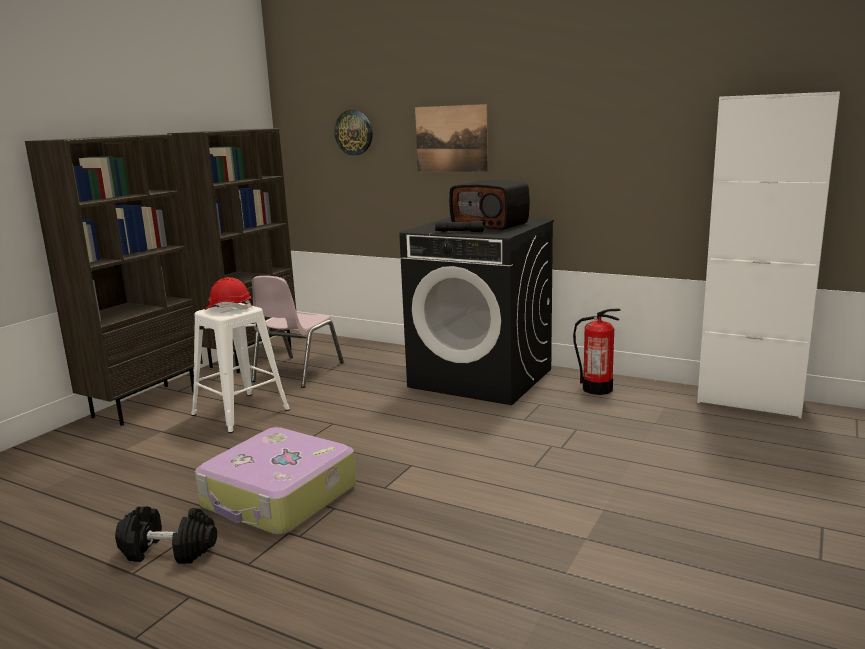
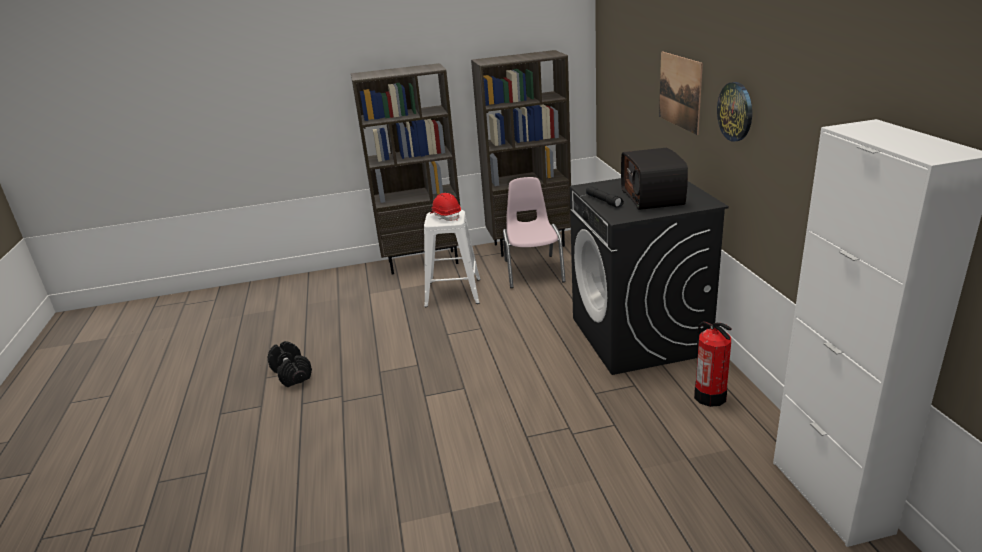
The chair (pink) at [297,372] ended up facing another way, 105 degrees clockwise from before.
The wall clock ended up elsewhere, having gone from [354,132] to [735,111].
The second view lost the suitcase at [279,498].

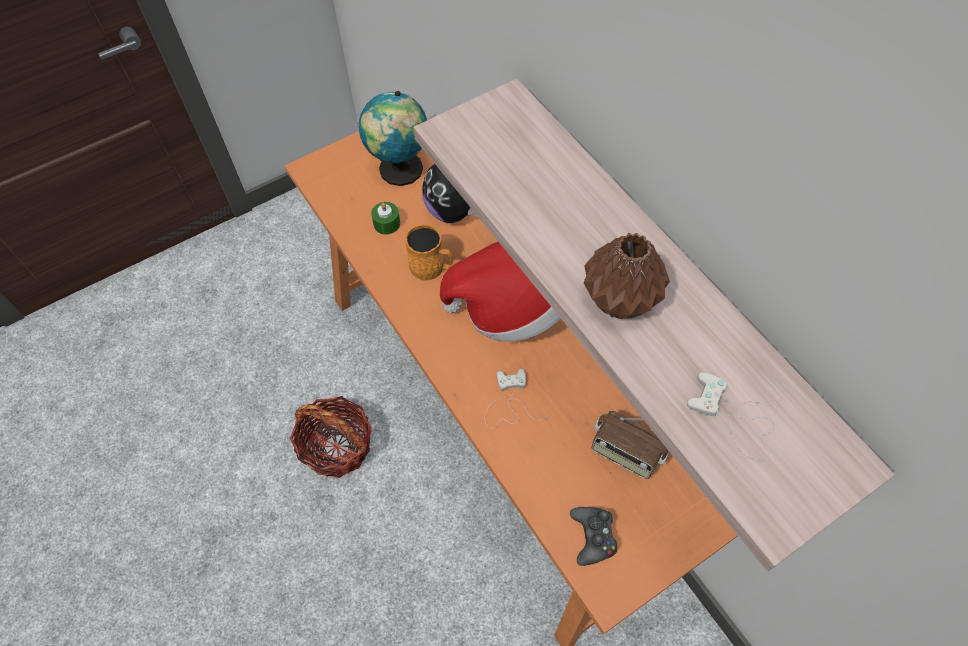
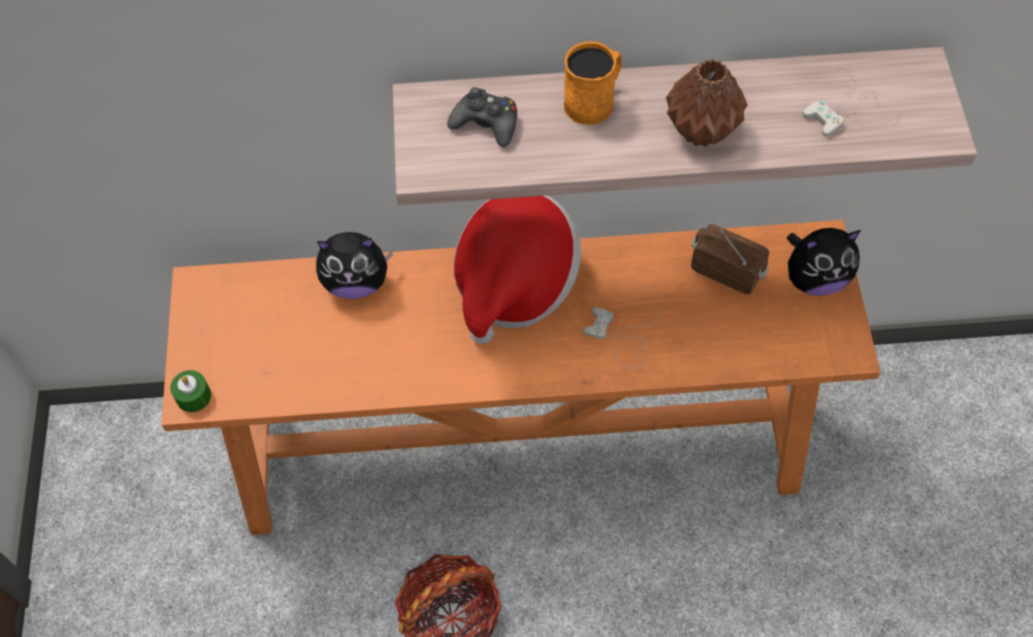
The candle (green) ended up elsewhere, having gone from [387,223] to [193,396].
The game controller (black) ended up elsewhere, having gone from [593,537] to [486,123].
The mug (orange) ended up elsewhere, having gone from [431,267] to [594,101].
The radio at [624,453] ended up facing another way, 120 degrees counterclockwise from before.
The second view gained the plush toy at [815,279].
The second view lost the globe at [399,171].

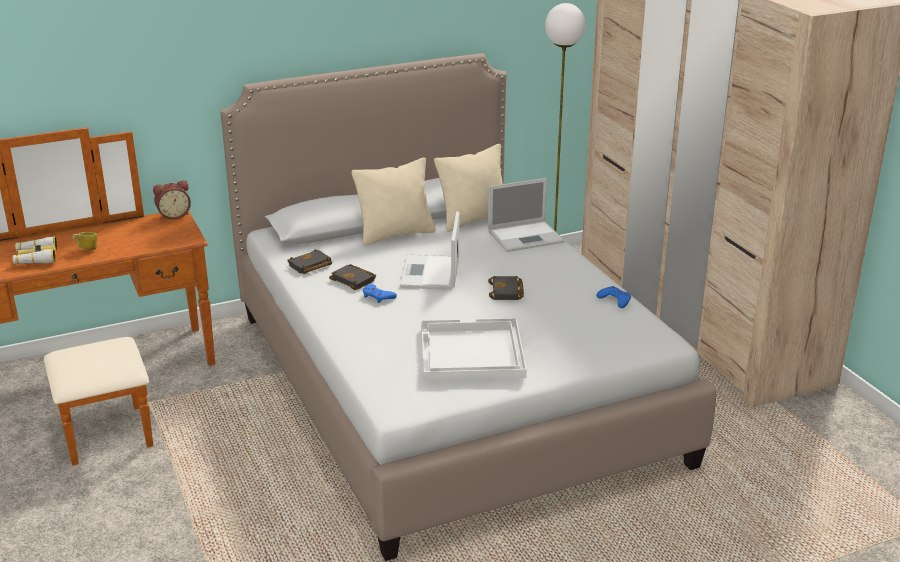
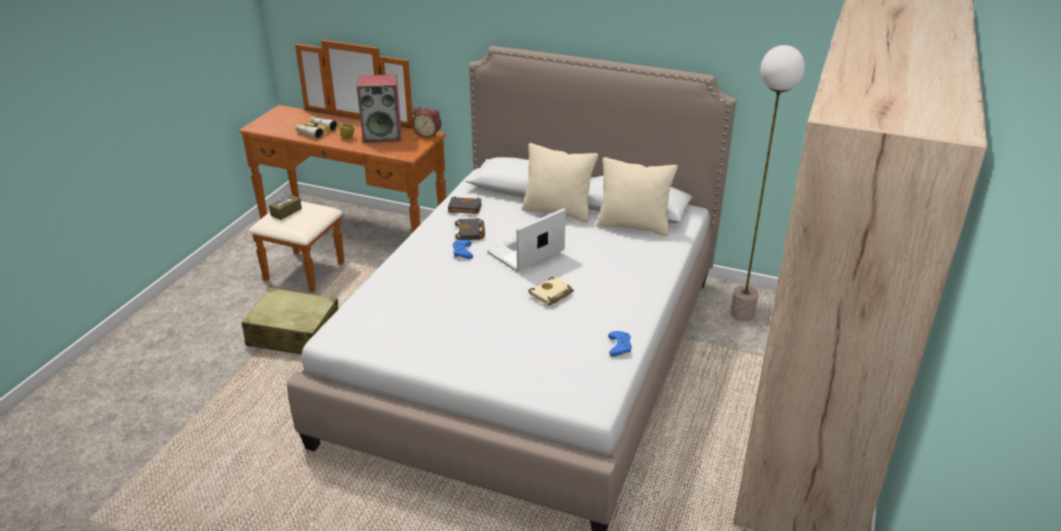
The second view gained the suitcase (beige) at [294,334].
The second view gained the tissue box (brown) at [286,212].
The second view gained the speaker at [383,135].
What was the book (black) at [507,292] turned into the book (beige) at [551,295].
The second view lost the tray (white) at [470,352].
The second view lost the laptop at [527,236].

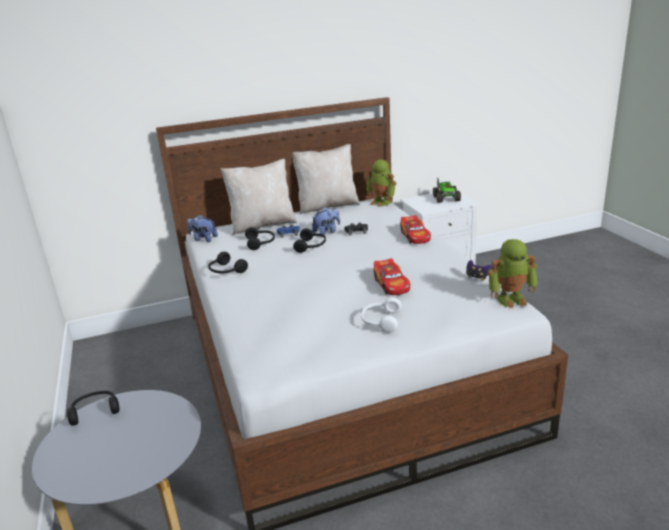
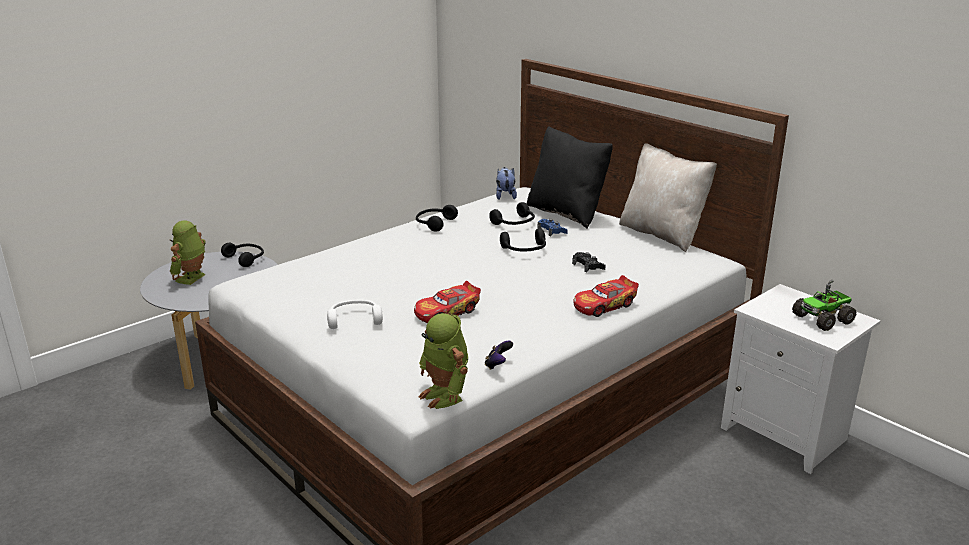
The toy robot ended up elsewhere, having gone from [382,202] to [192,279].
What was the pillow (beige) at [262,225] turned into the pillow (black) at [566,213].
The second view lost the plush toy at [327,232].

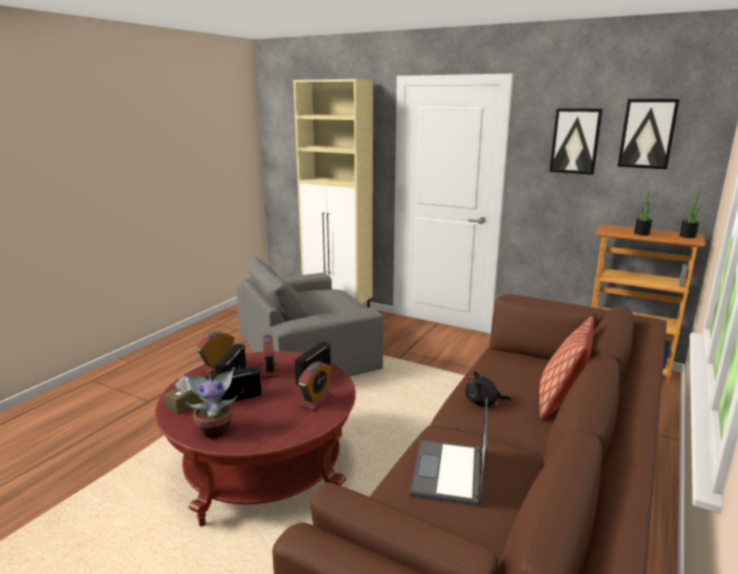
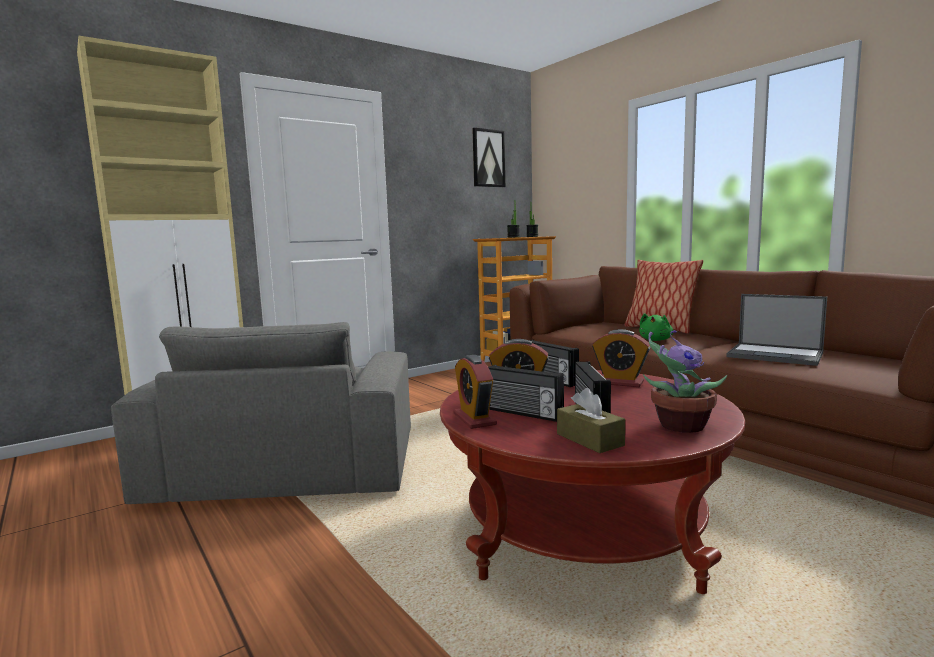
The alarm clock at [316,401] ended up facing another way, 150 degrees clockwise from before.
What was the plush toy (black) at [483,403] turned into the plush toy (green) at [656,340].
The second view lost the picture at [575,141].

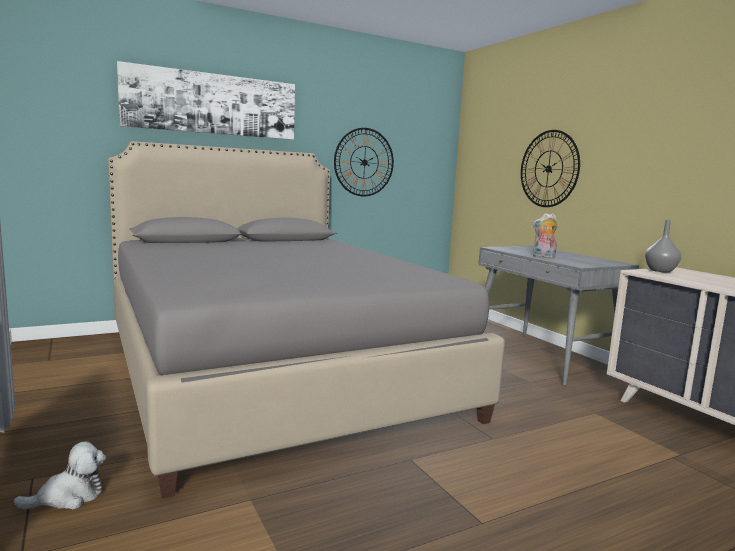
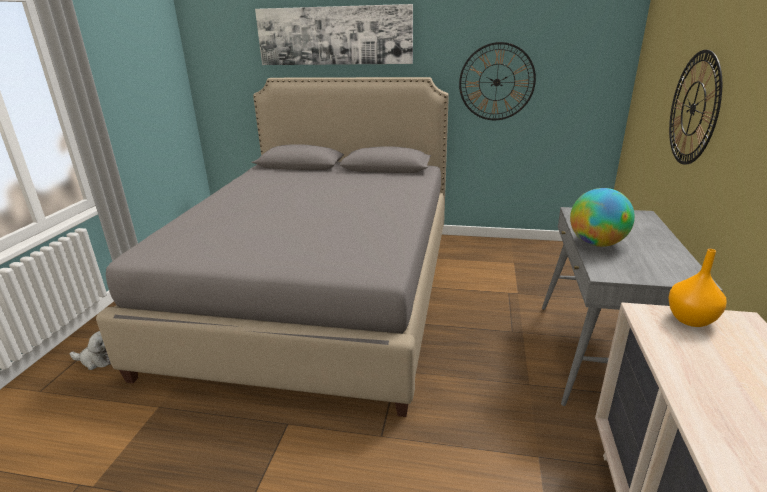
Where the plush toy stood at [543,257], the globe came to stand at [596,243].
What was the vase (grey) at [661,271] turned into the vase (orange) at [690,320].

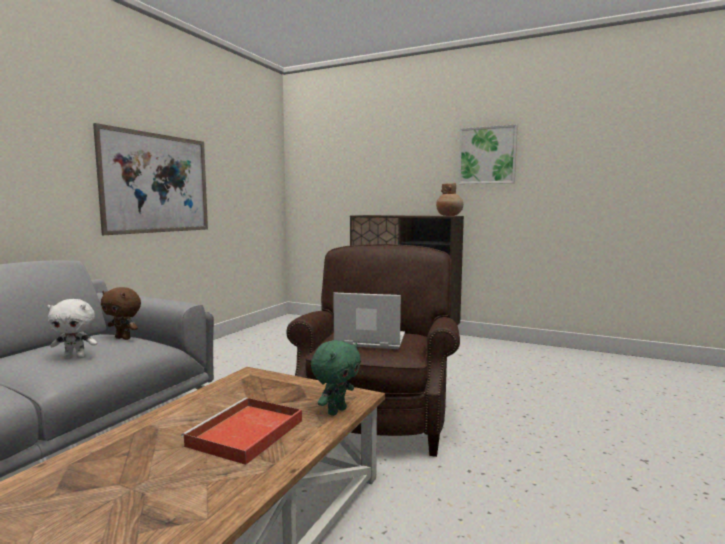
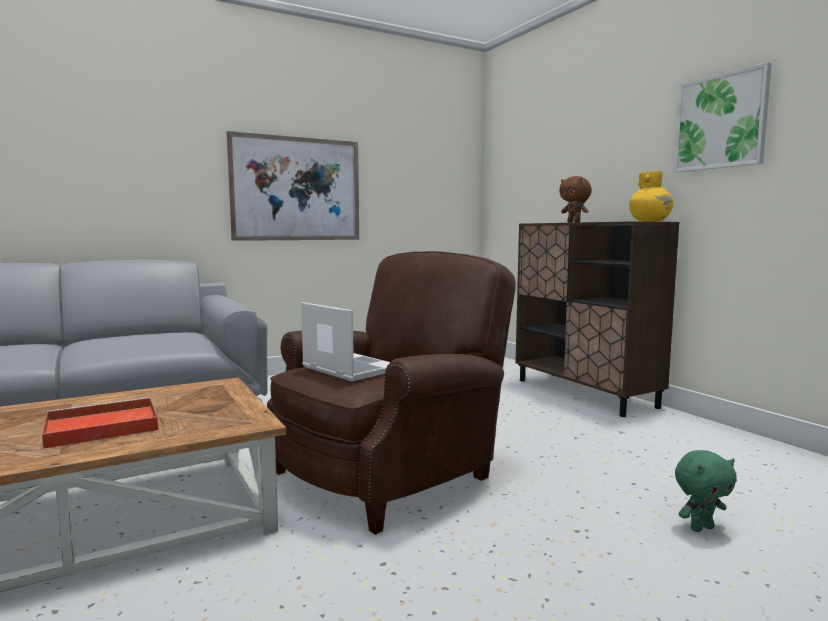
The plush toy (brown) ended up elsewhere, having gone from [124,338] to [574,222].
What was the vase (brown) at [449,215] turned into the vase (yellow) at [650,221].
The plush toy (green) ended up elsewhere, having gone from [336,411] to [701,528].
The second view lost the plush toy (white) at [75,357].

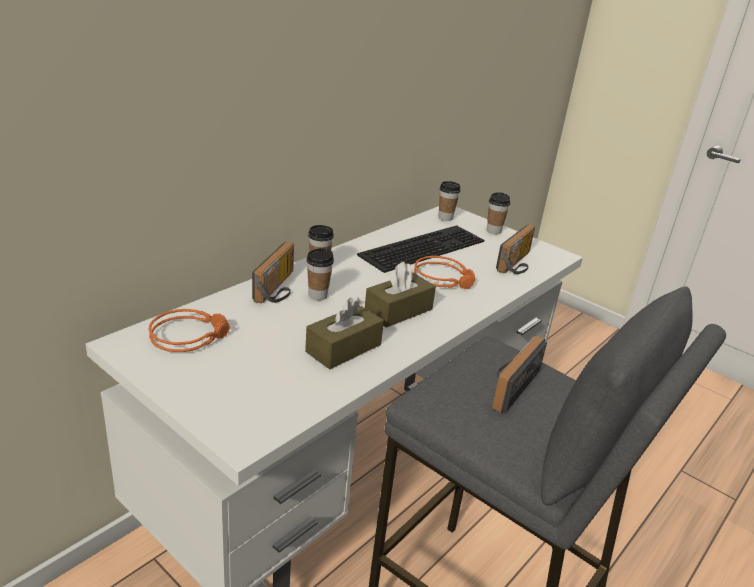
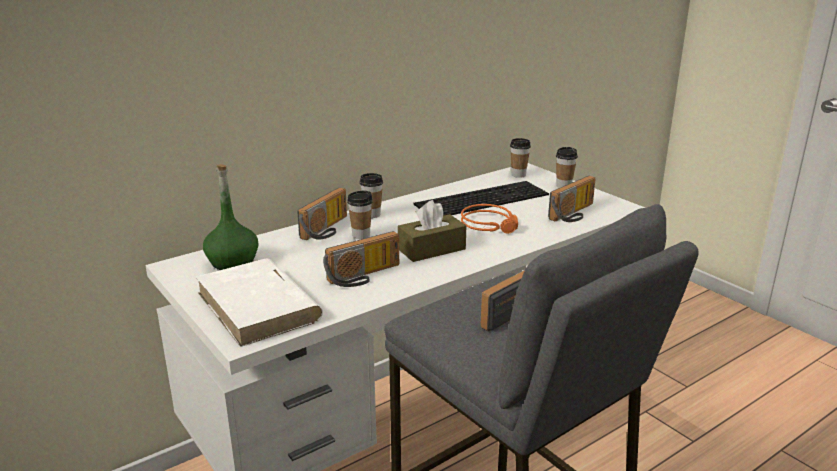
The second view gained the book (white) at [259,306].
Where the headphones (orange) stood at [189,335], the bottle (green) came to stand at [233,262].
Where the tissue box (brown) stood at [343,348], the radio came to stand at [365,276].

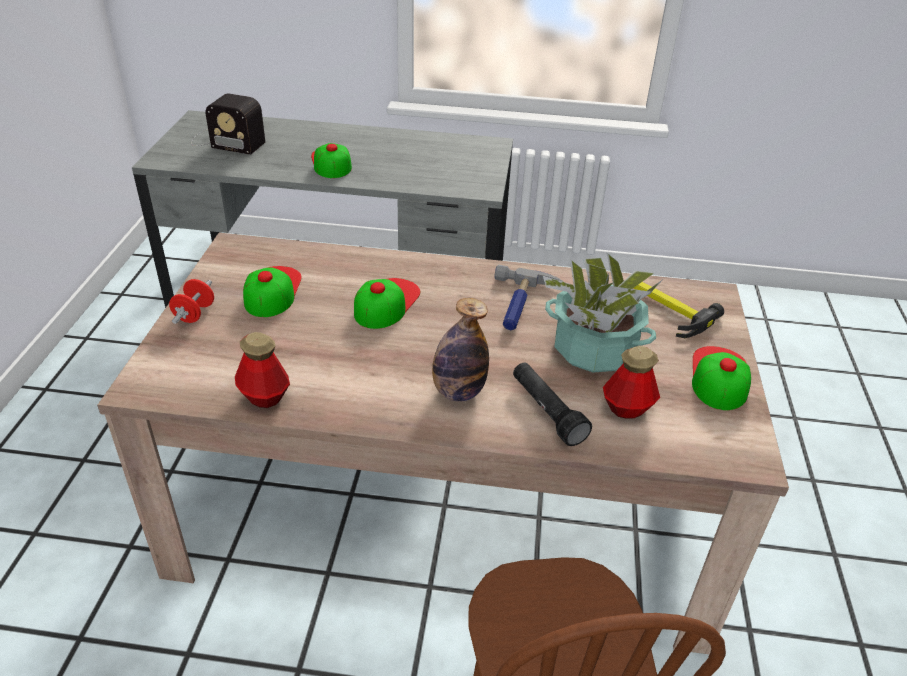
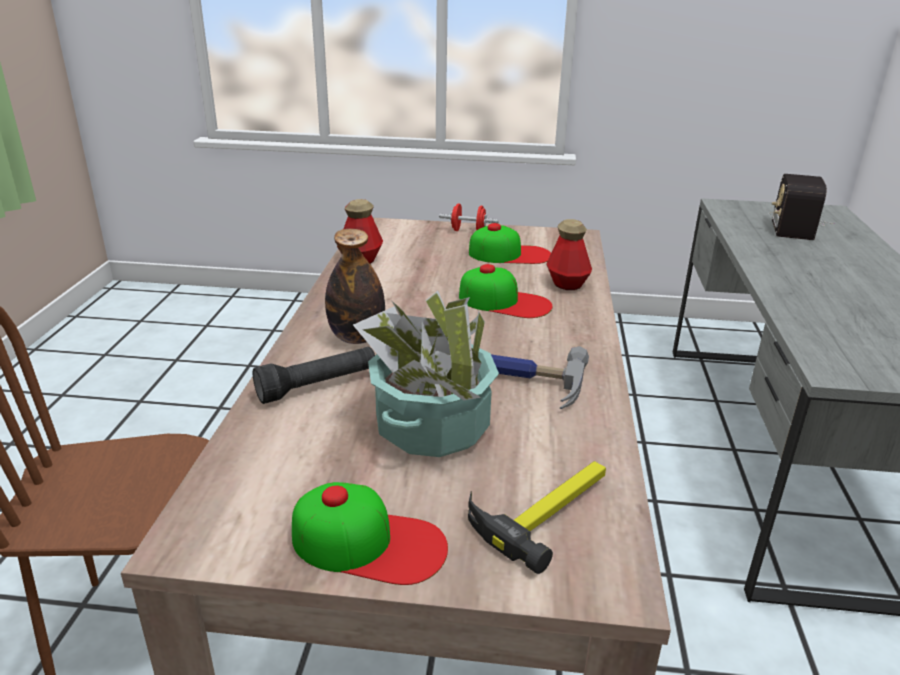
The bottle ended up elsewhere, having gone from [627,408] to [567,284].
The second view lost the cap at [331,162].

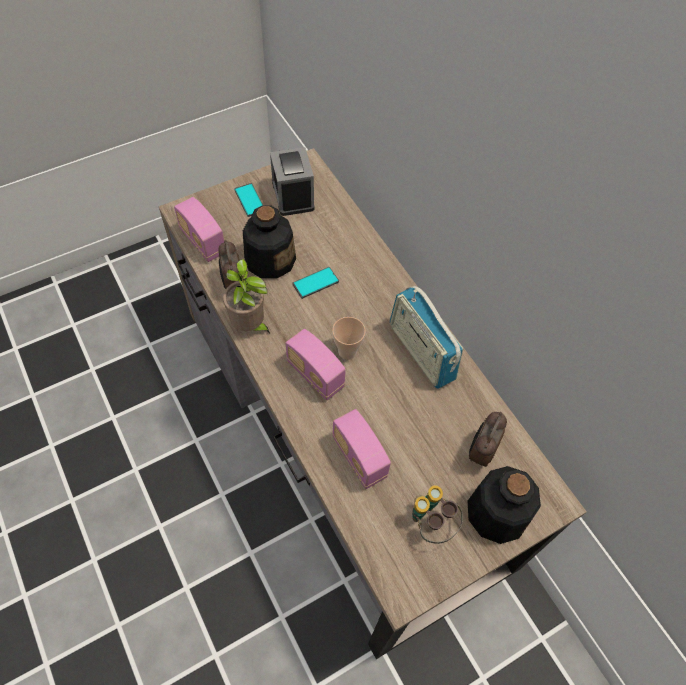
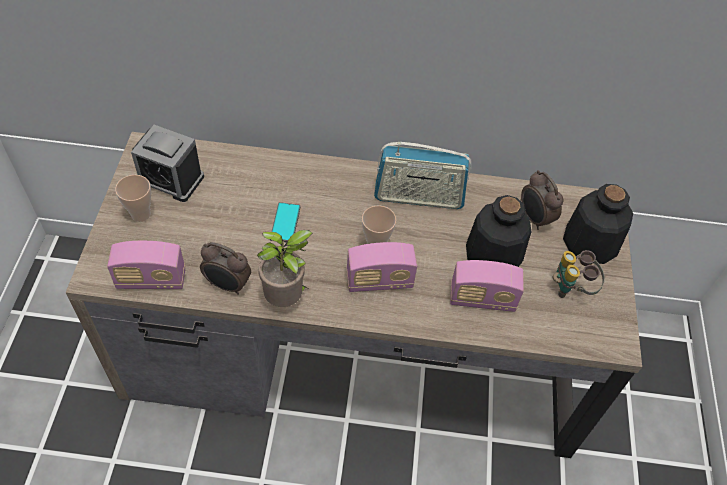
Where the phone stood at [249,200], the cup came to stand at [141,214].
The bottle ended up elsewhere, having gone from [270,259] to [493,254].

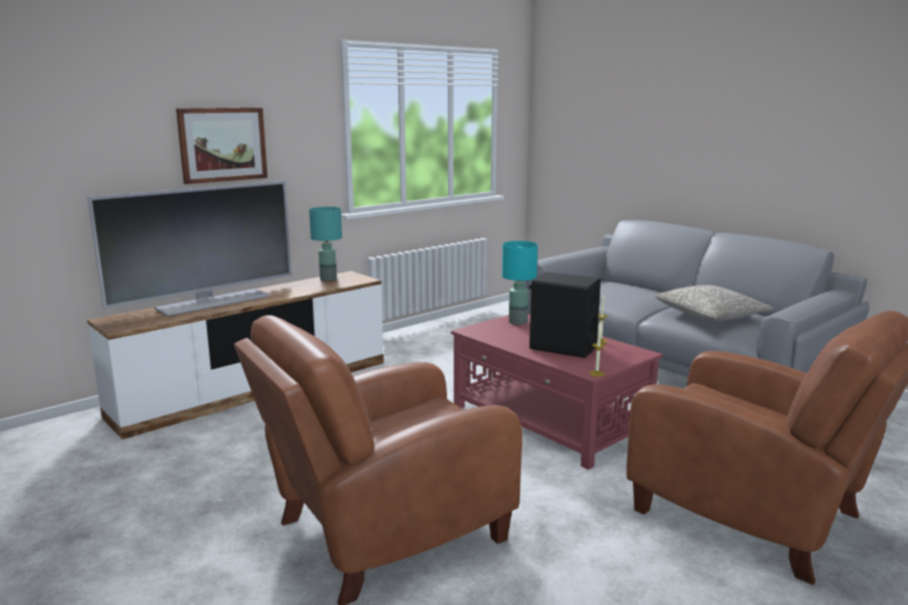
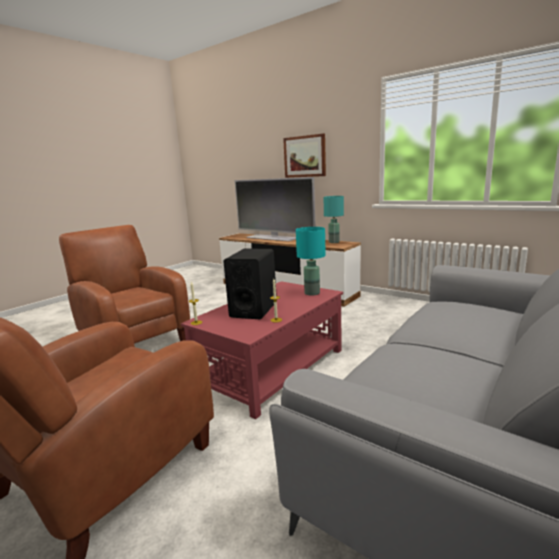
The second view lost the pillow (grey) at [711,315].

